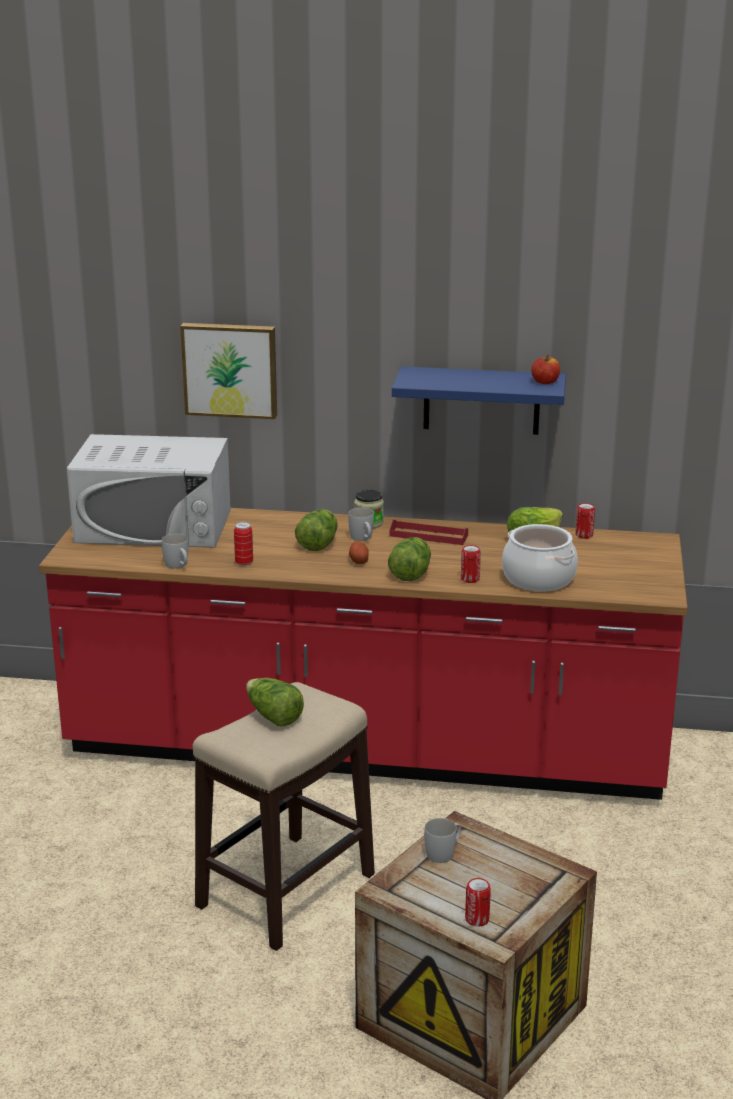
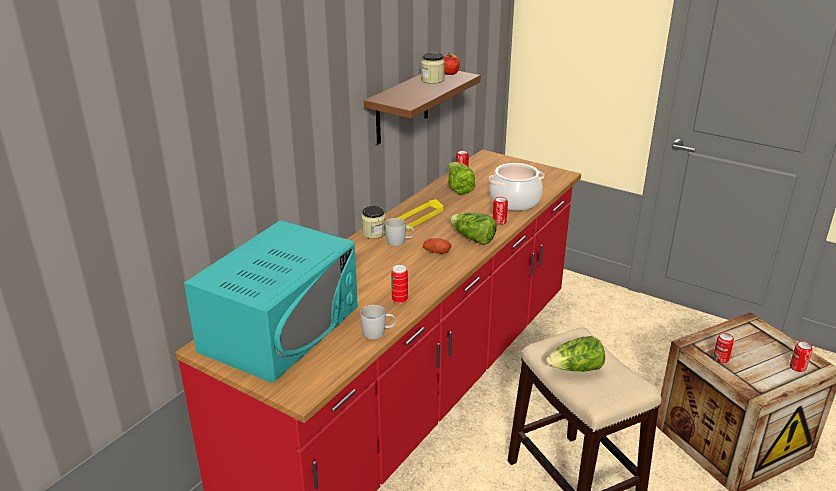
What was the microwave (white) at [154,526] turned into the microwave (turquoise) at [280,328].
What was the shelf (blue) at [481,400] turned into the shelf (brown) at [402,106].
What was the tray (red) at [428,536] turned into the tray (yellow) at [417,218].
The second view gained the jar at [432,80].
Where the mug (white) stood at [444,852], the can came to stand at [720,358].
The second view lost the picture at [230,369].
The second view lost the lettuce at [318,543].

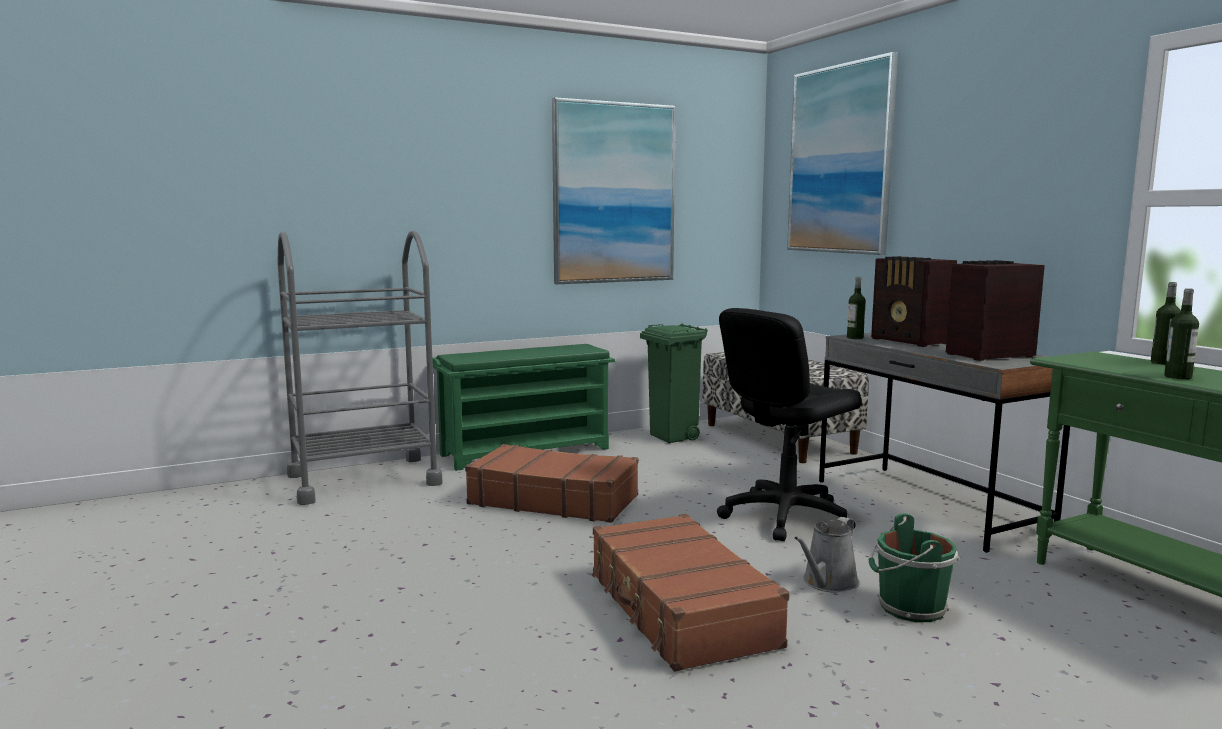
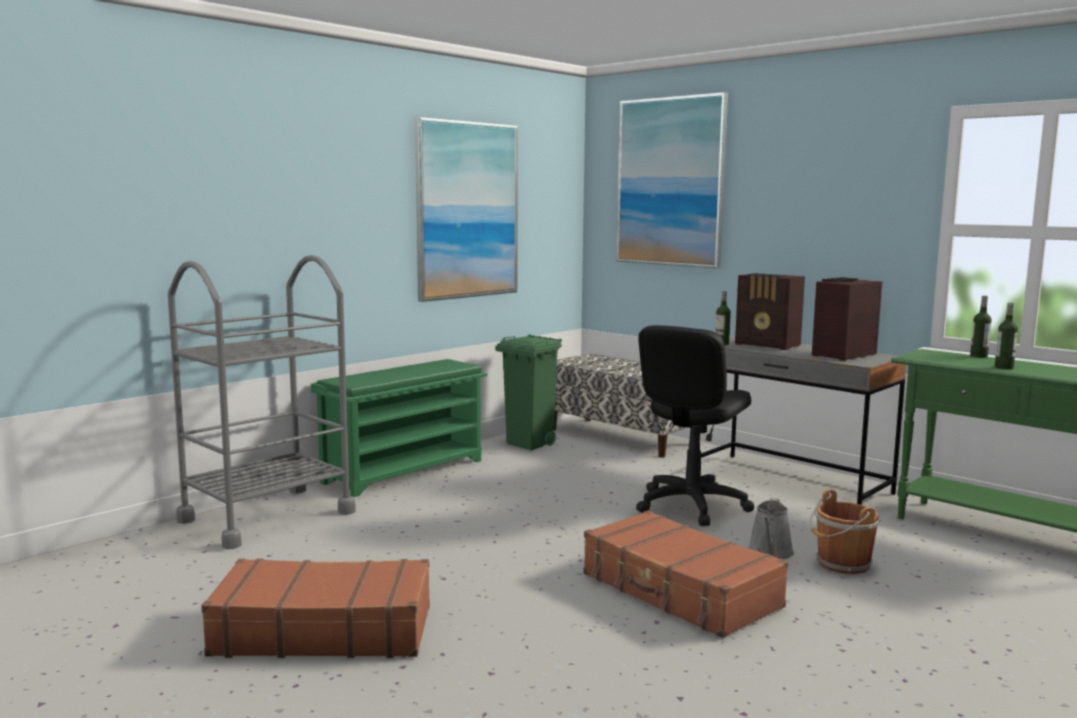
The suitcase (brown) ended up elsewhere, having gone from [553,500] to [323,630].
What was the bucket (green) at [908,608] turned into the bucket (brown) at [841,564].

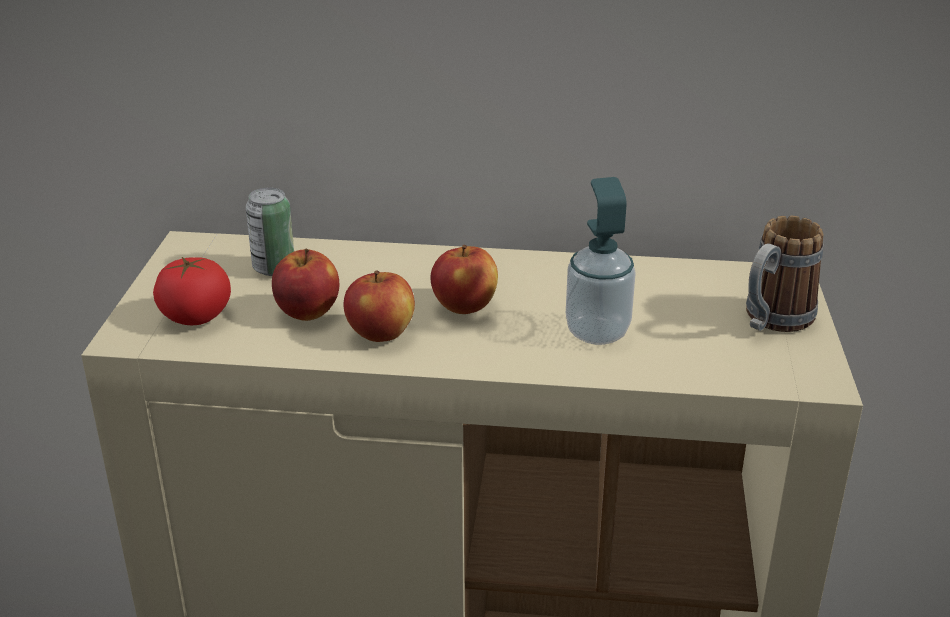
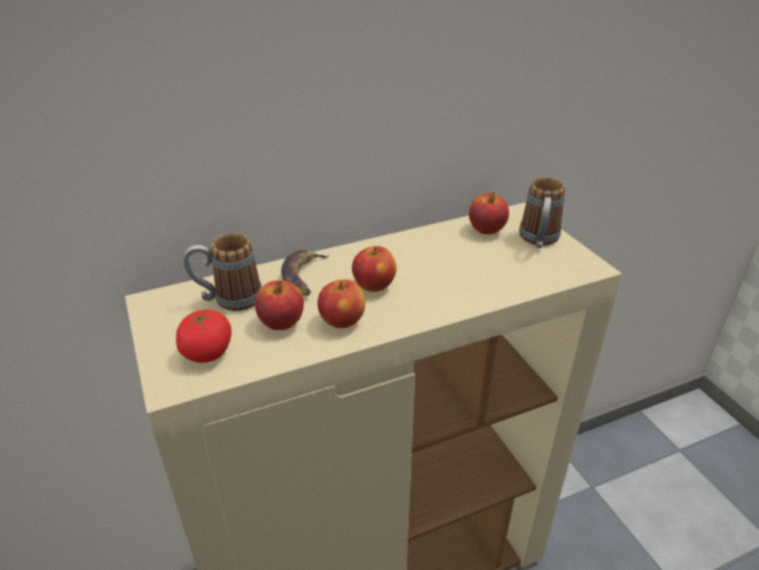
Where the can stood at [274,268], the mug came to stand at [228,299].
The second view gained the banana at [304,276].
The second view gained the apple at [486,230].
The second view lost the soap dispenser at [597,332].

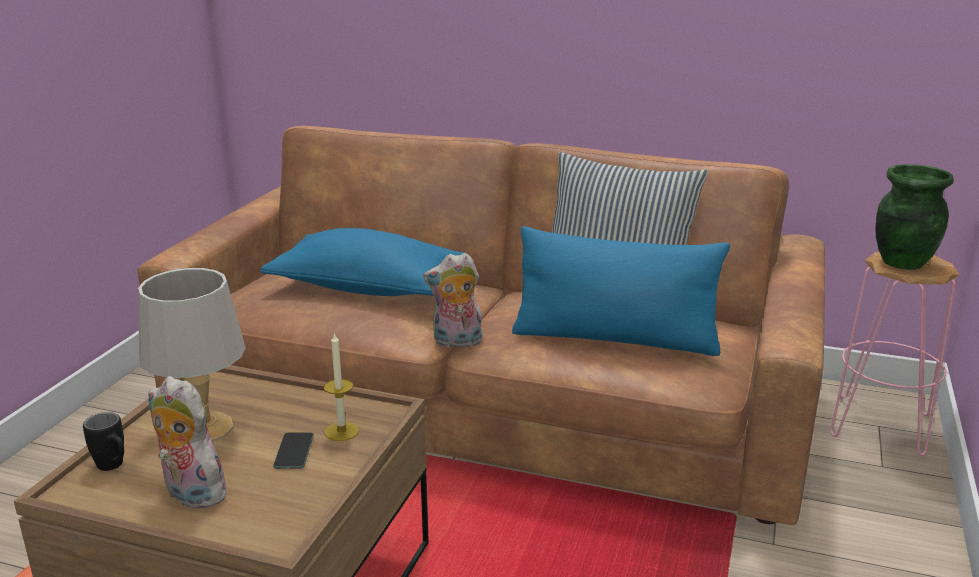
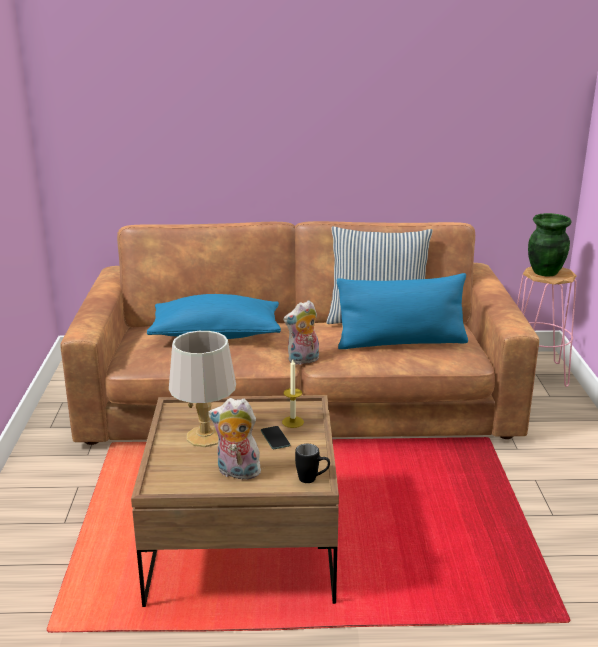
The mug (black) ended up elsewhere, having gone from [114,467] to [312,480].

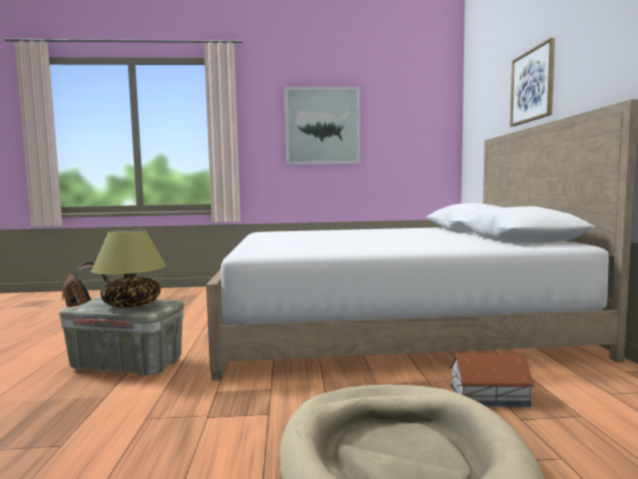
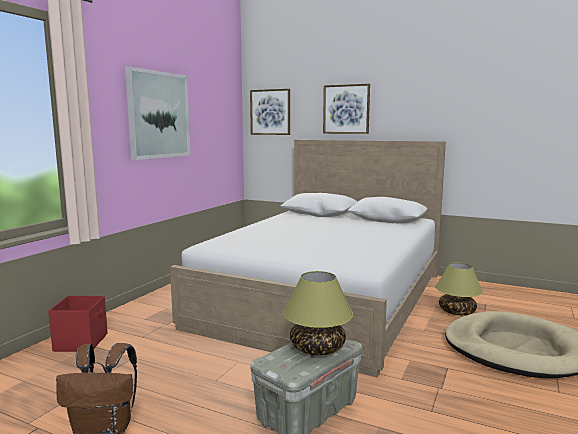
The second view gained the storage box (red) at [82,342].
The second view gained the picture at [270,112].
Where the toy house stood at [489,396], the table lamp came to stand at [457,311].

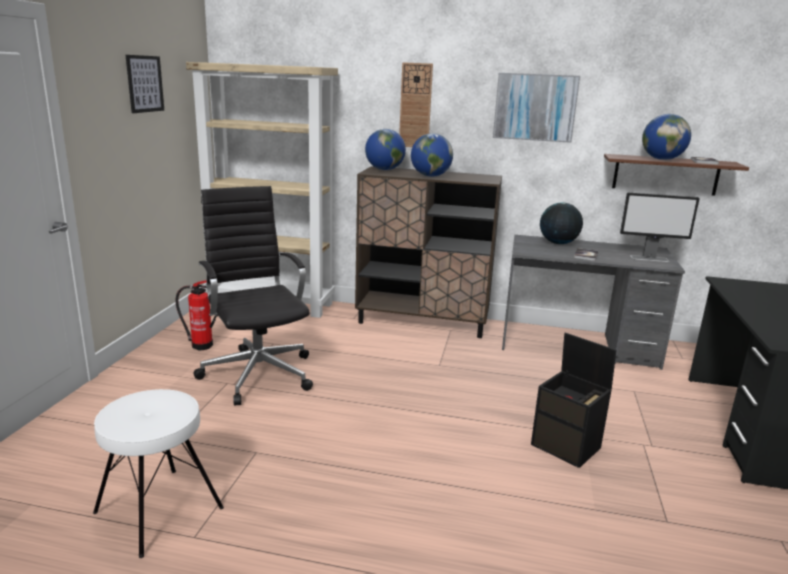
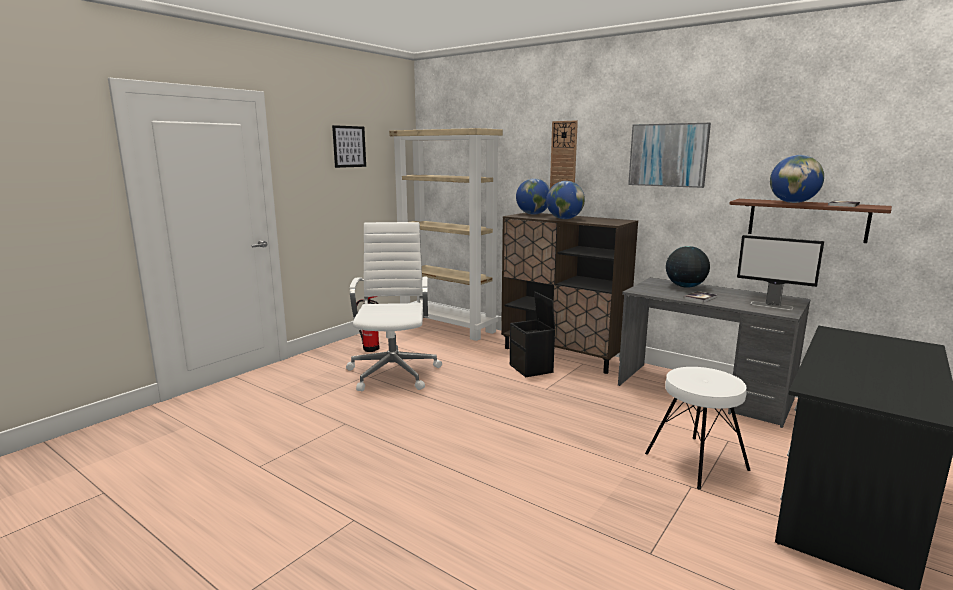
What was the office chair (black) at [258,372] turned into the office chair (white) at [394,372].
The storage box (black) ended up elsewhere, having gone from [567,446] to [532,368].
The stool (white) ended up elsewhere, having gone from [159,509] to [696,461].

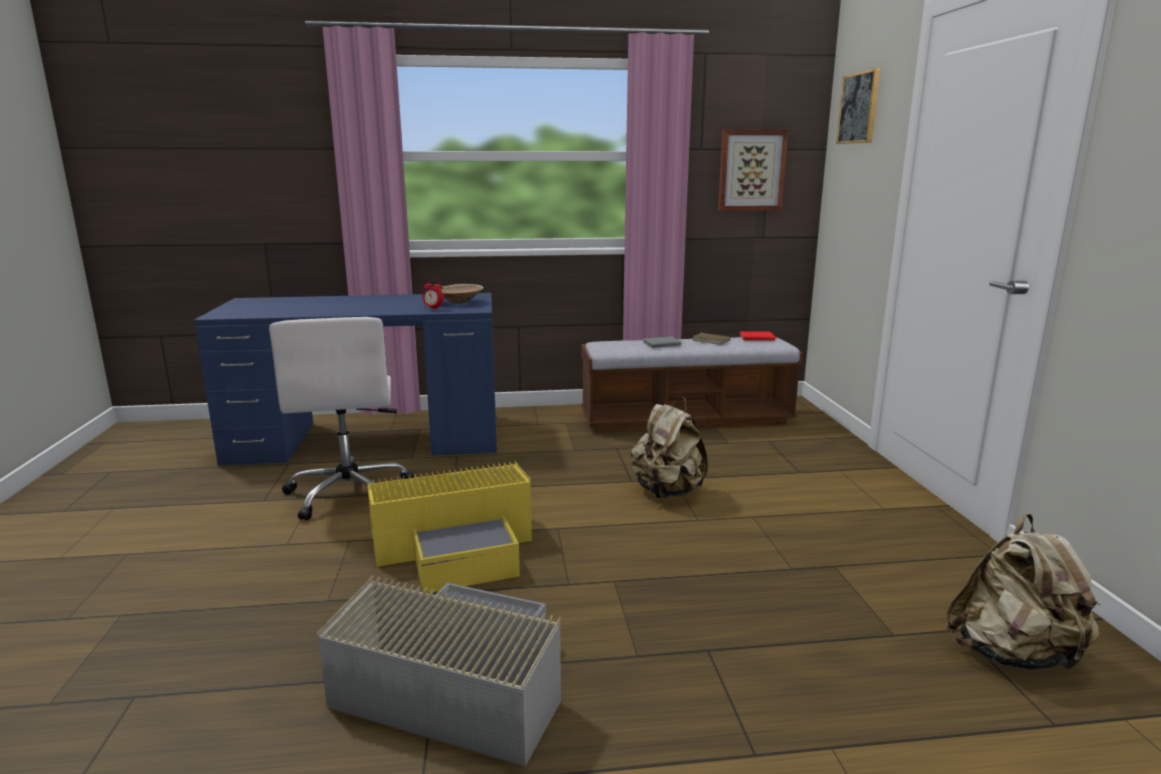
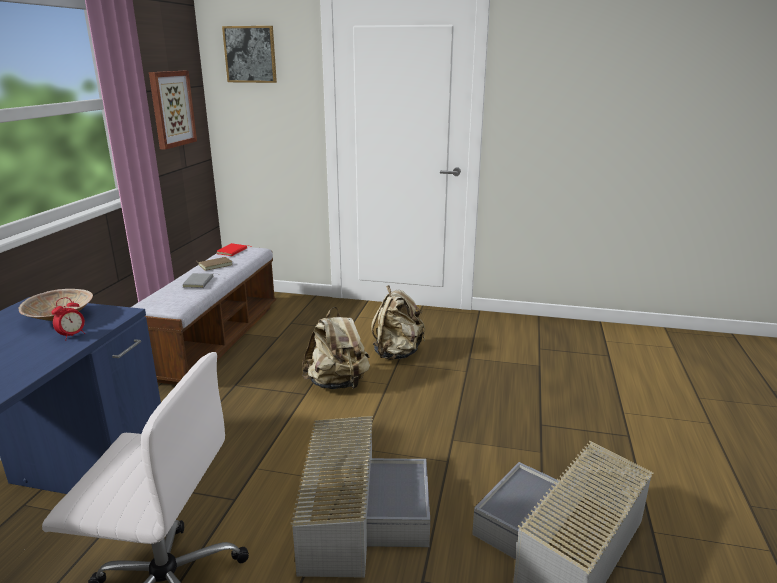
What was the storage box (yellow) at [458,547] turned into the storage box (grey) at [357,513].
The backpack (beige) ended up elsewhere, having gone from [1013,654] to [397,353].

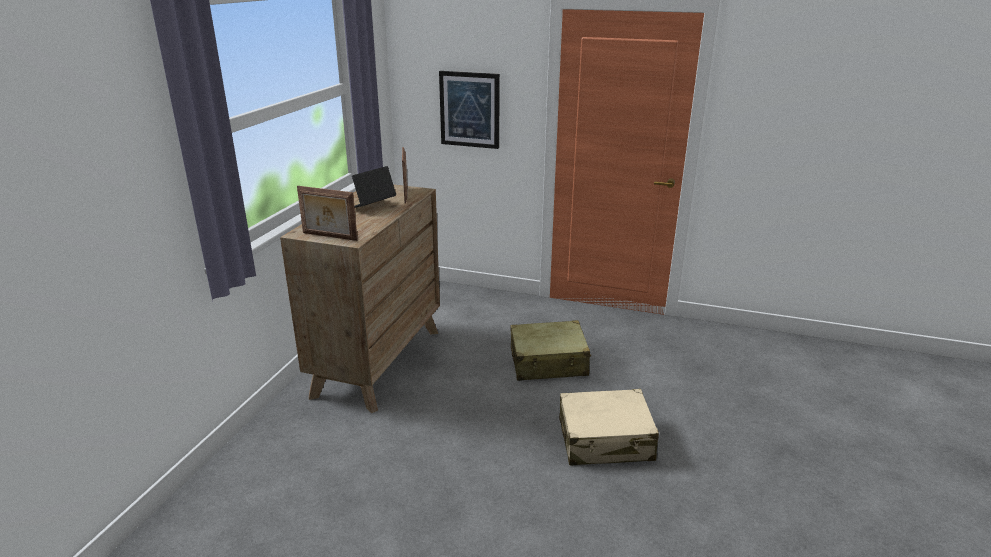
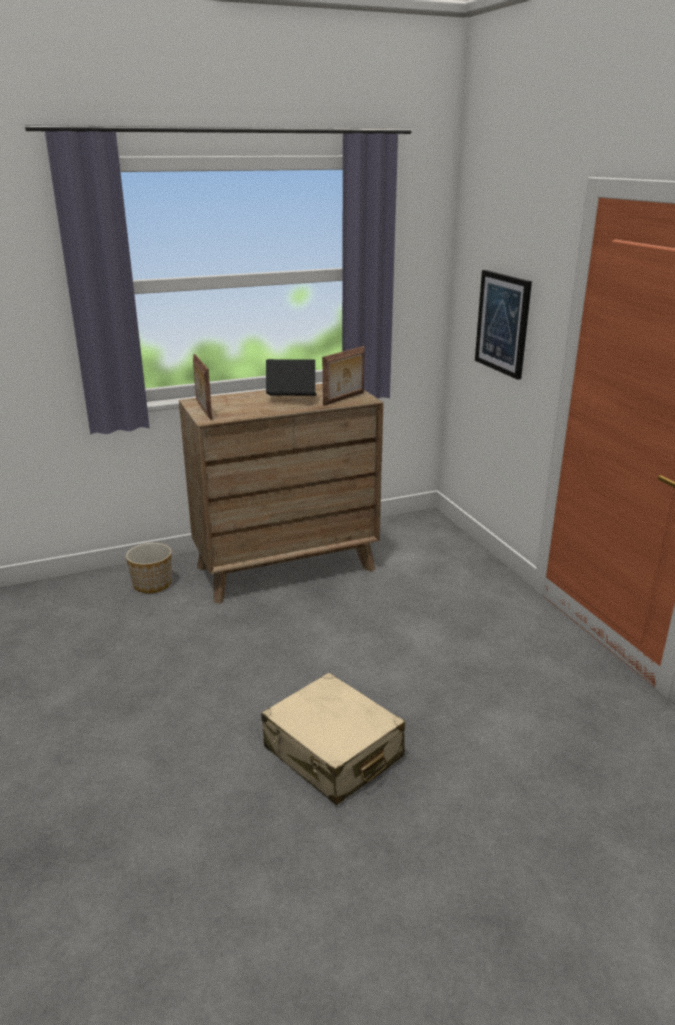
The second view gained the planter at [152,584].
The second view lost the suitcase (beige) at [548,362].

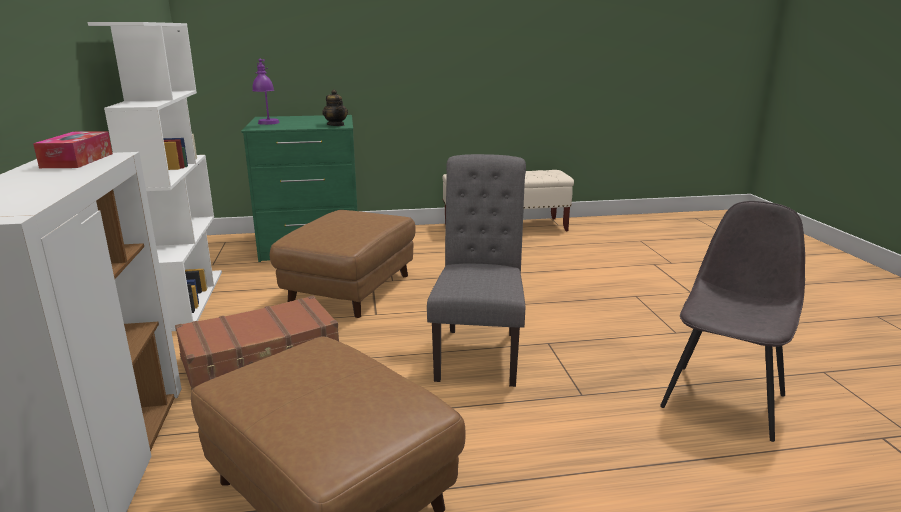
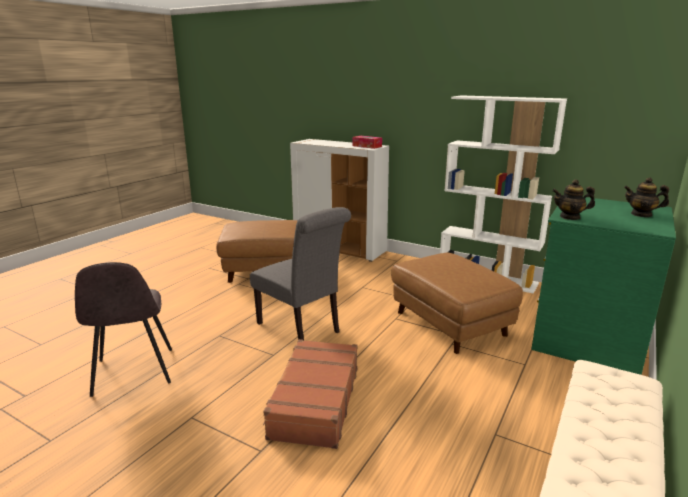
The suitcase (brown) ended up elsewhere, having gone from [261,357] to [314,402].
The second view gained the teapot at [641,214].
The second view lost the table lamp (purple) at [268,124].

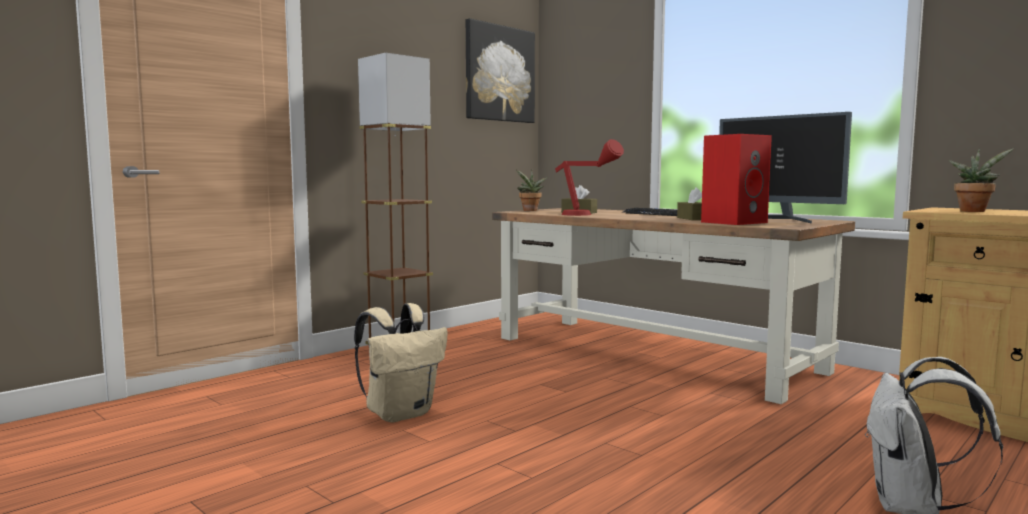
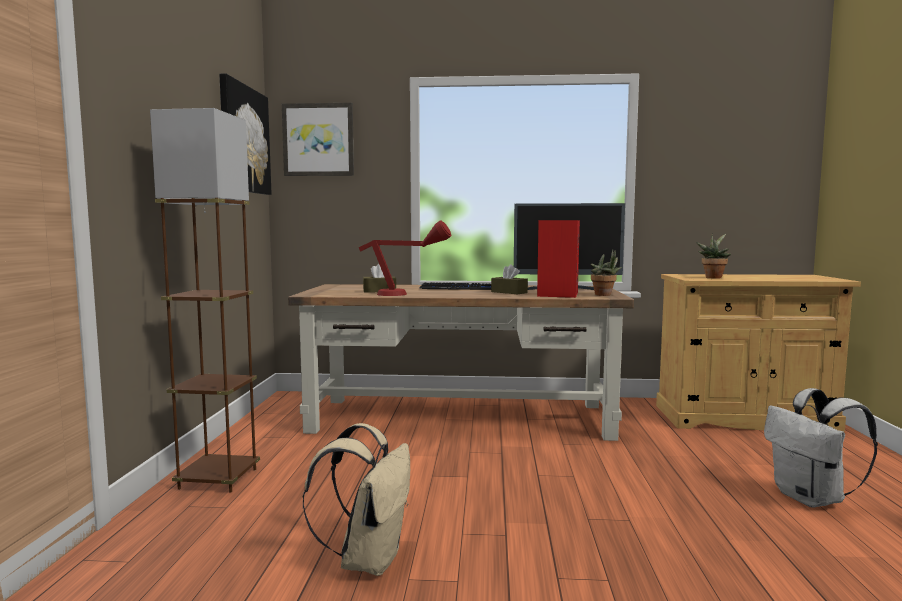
The second view gained the picture at [318,140].
The potted plant ended up elsewhere, having gone from [530,210] to [605,295].

